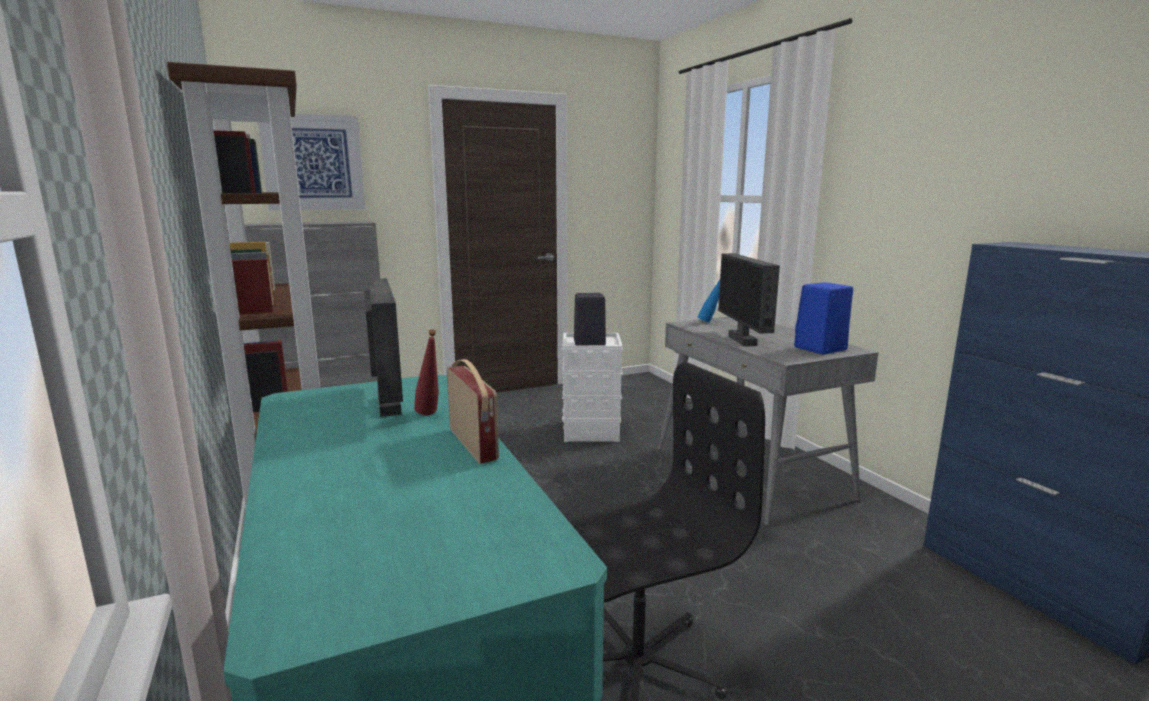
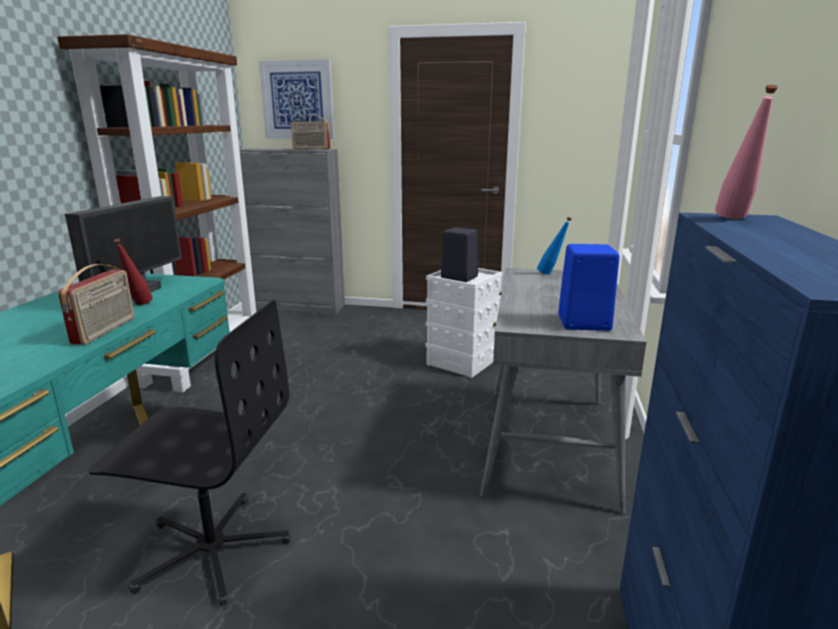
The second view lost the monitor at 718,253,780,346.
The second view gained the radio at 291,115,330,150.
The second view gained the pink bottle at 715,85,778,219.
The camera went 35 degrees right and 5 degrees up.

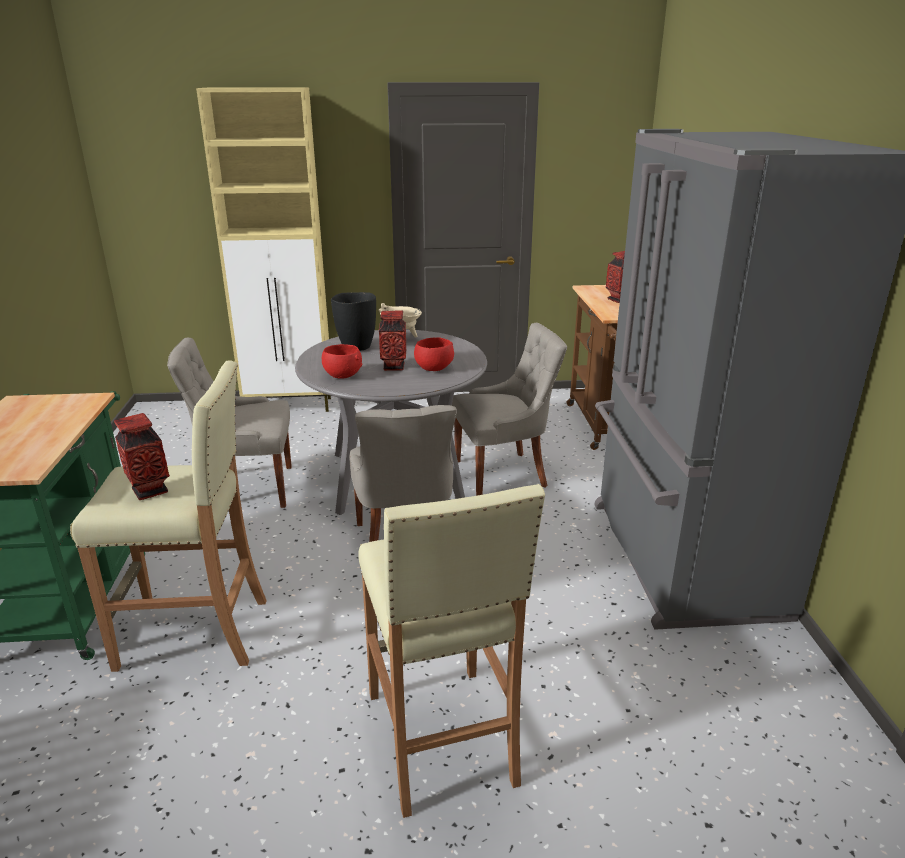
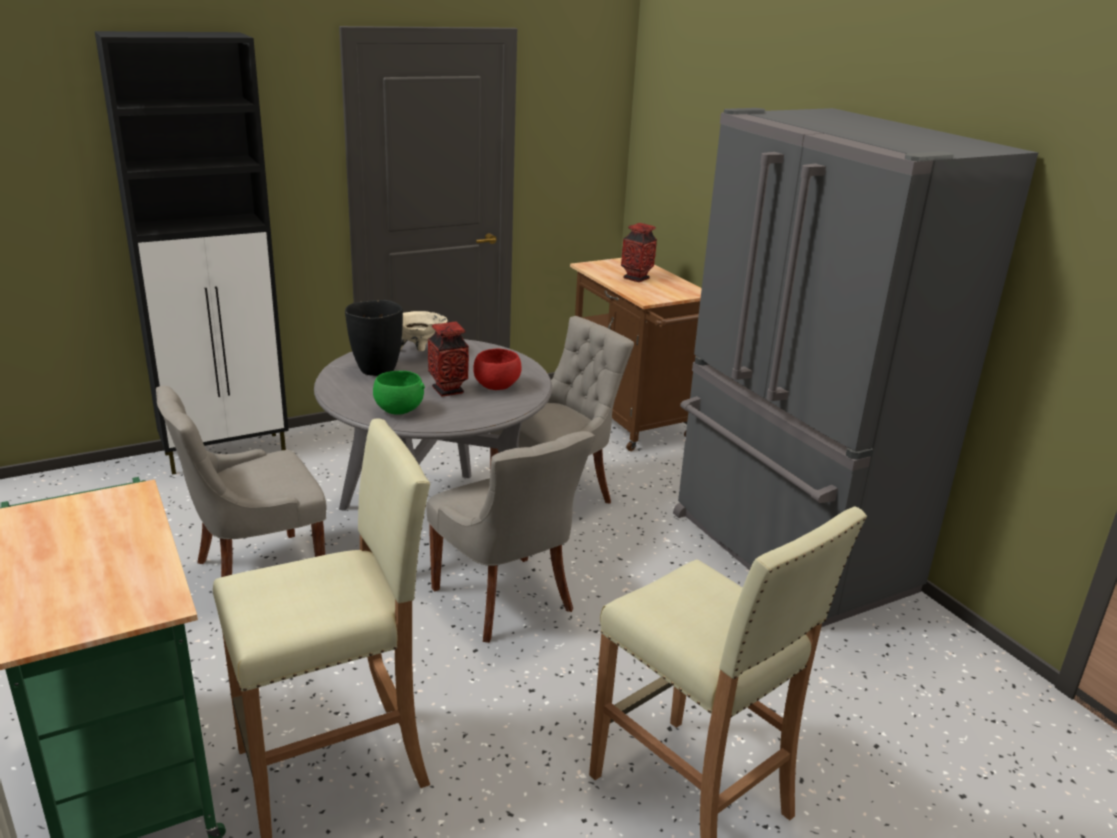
The second view lost the vase at 114,413,170,500.
What was the beige cabinet at 196,87,331,412 turned into the black cabinet at 95,31,289,475.
What was the red bowl at 322,344,362,379 turned into the green bowl at 373,371,425,415.
The camera went 25 degrees left and 0 degrees up.

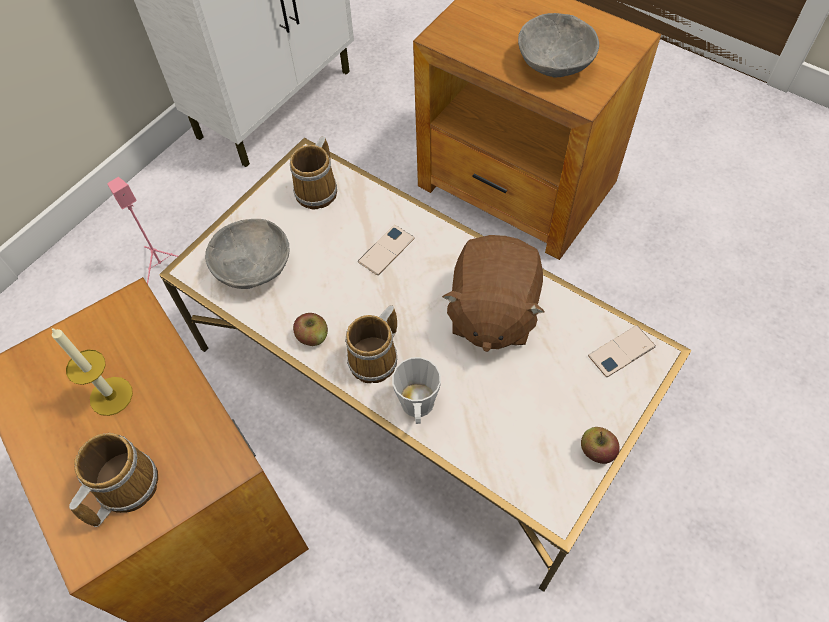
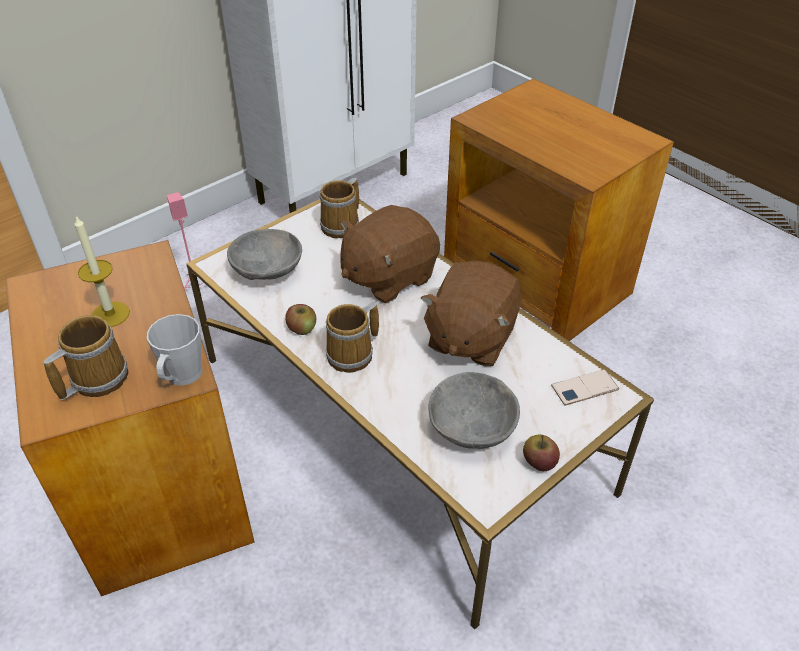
The grey mug ended up elsewhere, having gone from 392,357,441,424 to 147,314,202,385.
The grey bowl ended up elsewhere, having gone from 518,13,599,78 to 429,372,520,449.
Where the phone stood at 358,225,415,275, the brown plush toy came to stand at 340,205,440,303.
The camera went 10 degrees right and 15 degrees down.

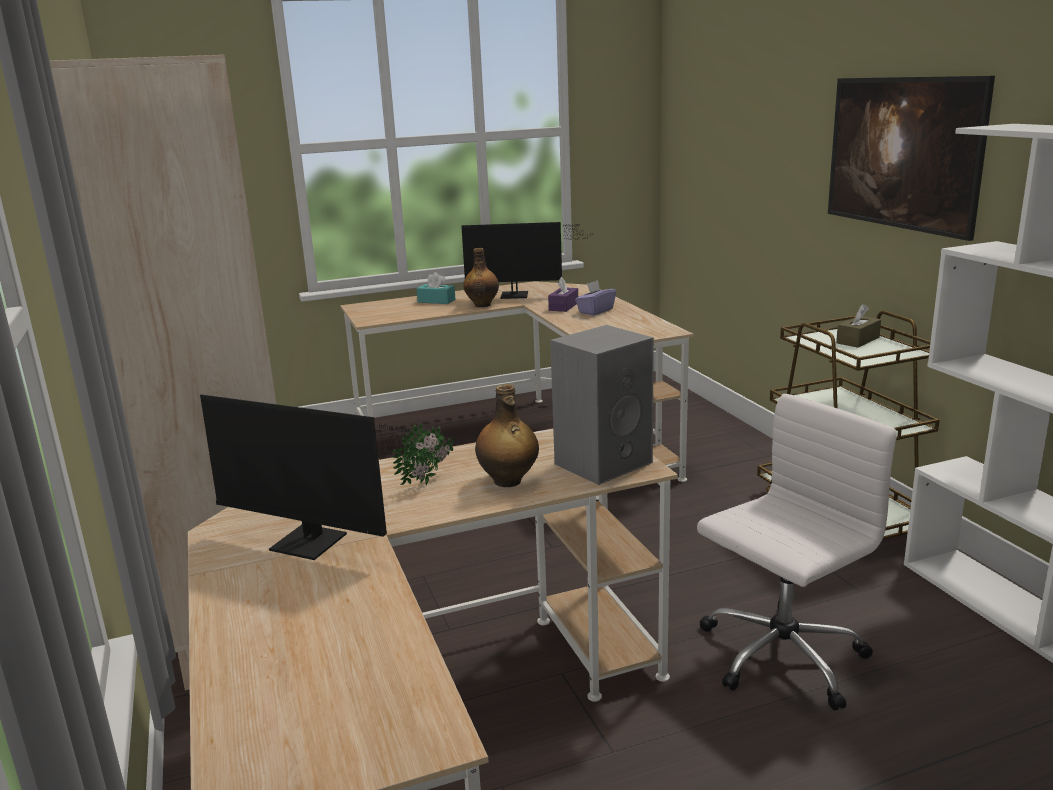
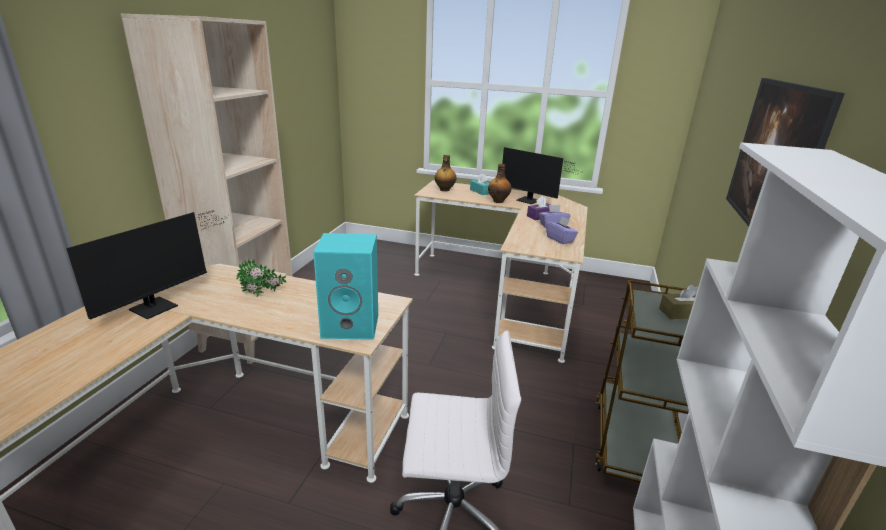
The second view gained the purple tissue box at 546,216,578,244.
The bottle ended up elsewhere, having gone from 475,384,539,487 to 435,155,457,192.
What was the grey speaker at 550,325,654,485 turned into the turquoise speaker at 313,233,378,340.
The monitor at 200,395,439,560 ended up facing another way, 120 degrees counterclockwise from before.
The camera went 35 degrees right and 5 degrees up.

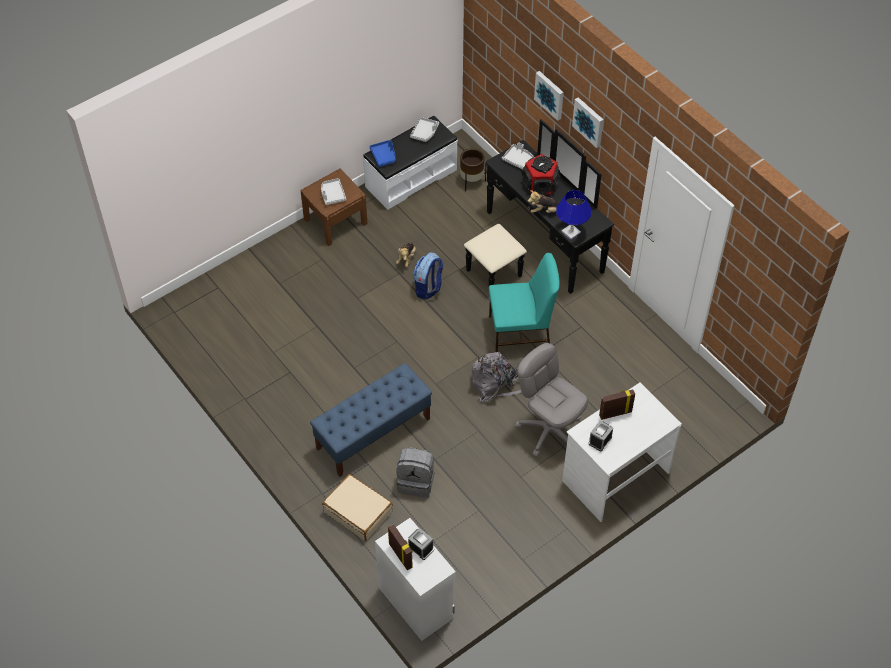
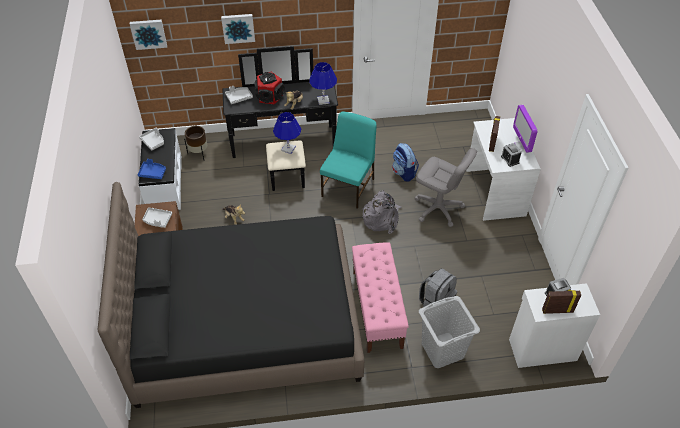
The second view gained the black bed at 98,182,364,408.
The second view gained the blue table lamp at 273,112,301,154.
The second view gained the monitor at 513,105,537,153.
The backpack ended up elsewhere, having gone from 413,252,444,299 to 392,143,419,182.
The picture ended up elsewhere, having gone from 572,97,604,148 to 130,19,167,50.
Where the beige suitcase stood at 322,474,393,541, the grey laundry basket came to stand at 419,296,480,368.
What was the blue bench at 310,363,432,477 turned into the pink bench at 352,242,409,353.
The grey office chair at 515,343,588,457 ended up facing another way, 135 degrees counterclockwise from before.
The camera went 60 degrees left and 5 degrees down.

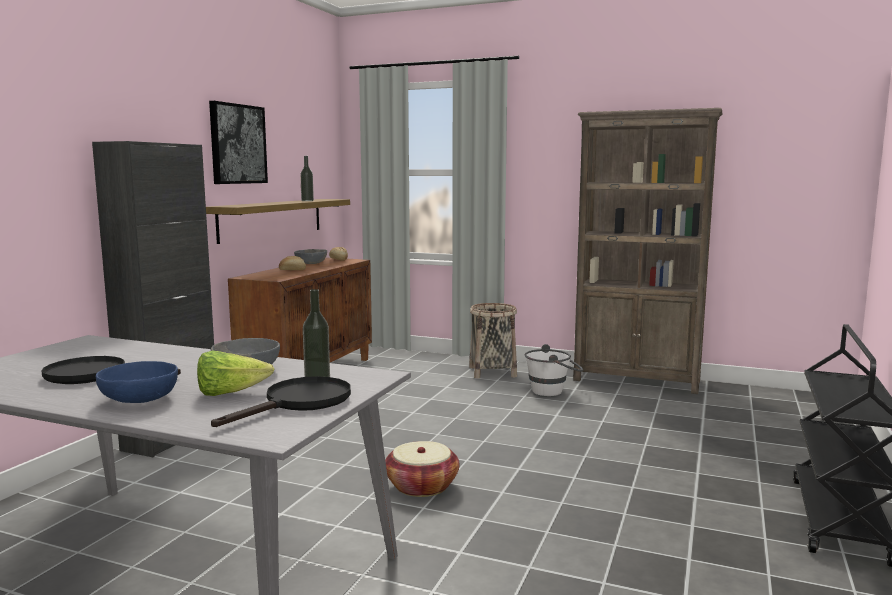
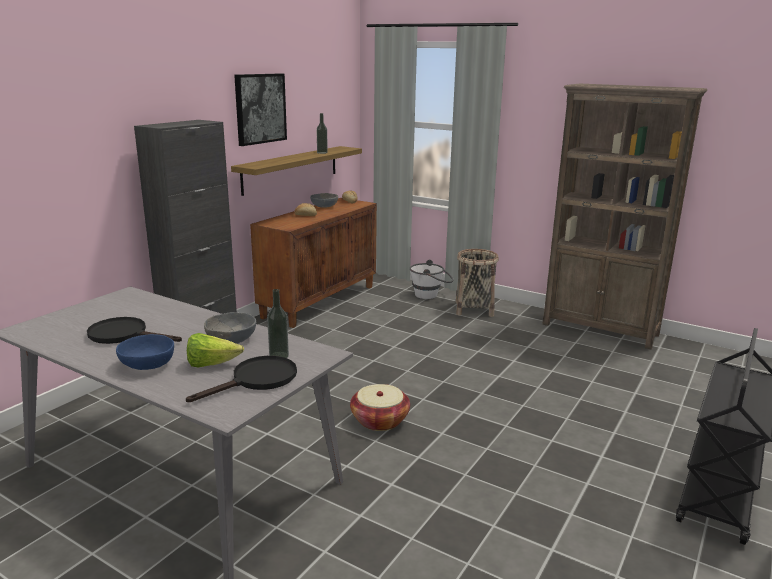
The white bucket ended up elsewhere, having gone from 525,344,583,396 to 410,260,453,299.
The camera went 10 degrees right and 10 degrees up.

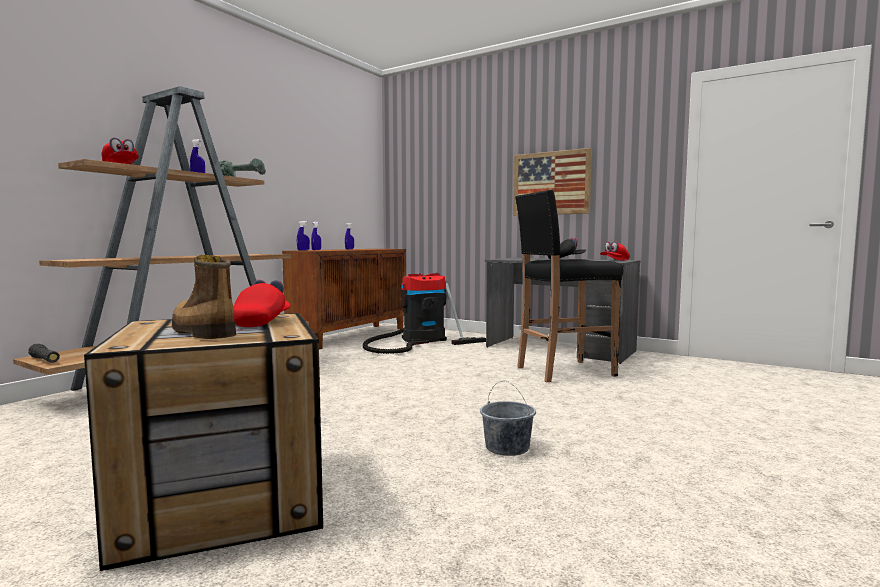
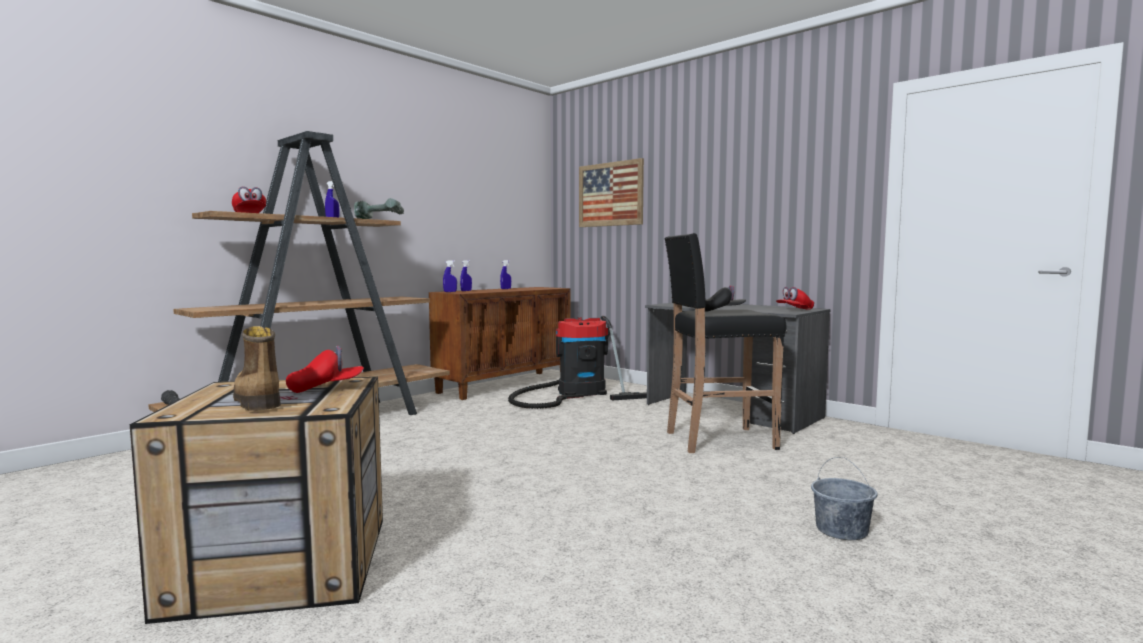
The grey bucket ended up elsewhere, having gone from 480,381,536,456 to 811,457,878,540.
The picture ended up elsewhere, having gone from 513,148,592,216 to 579,158,644,227.
The red cap at 234,280,291,327 ended up facing another way, 45 degrees clockwise from before.
The camera went 10 degrees right and 0 degrees up.

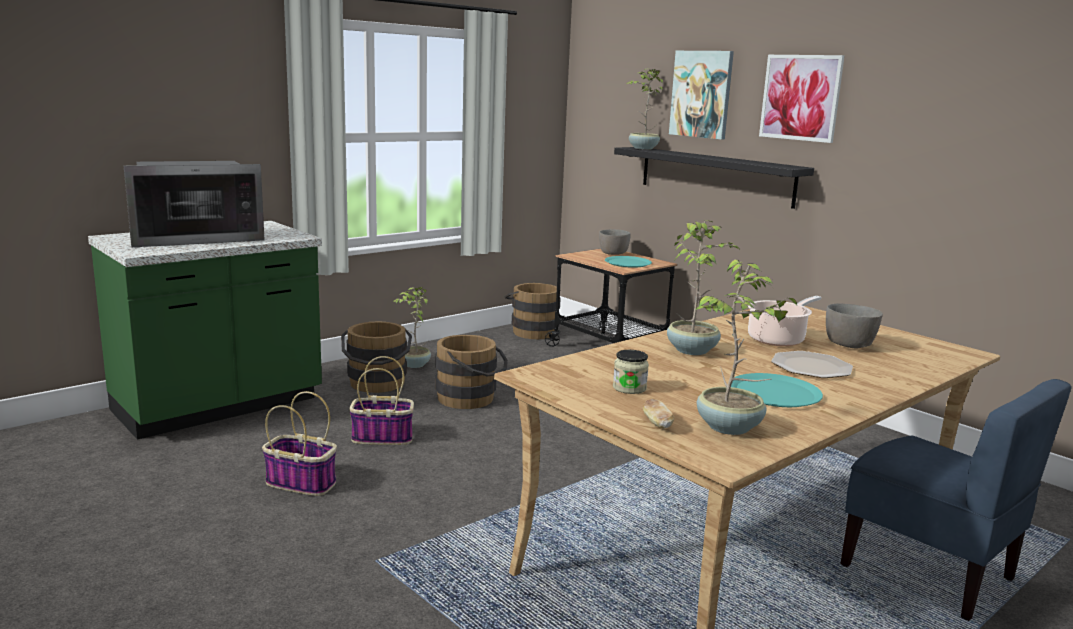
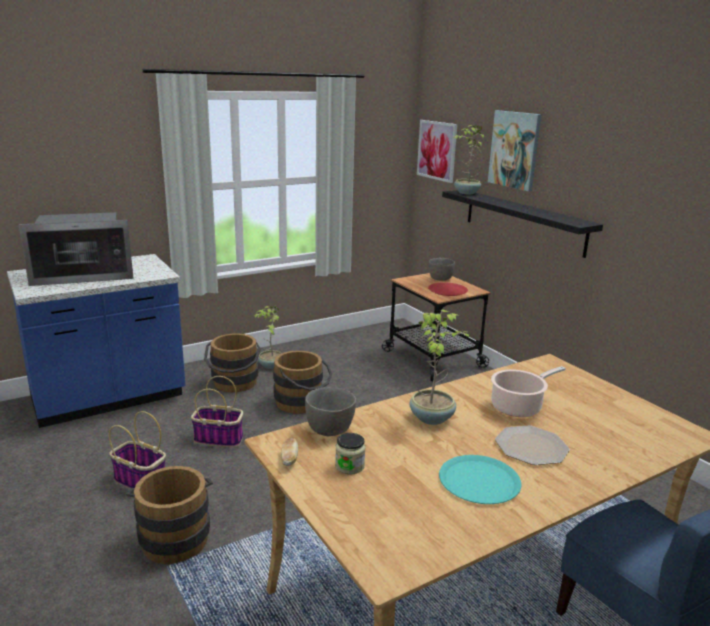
The second view lost the potted plant at 696,260,797,435.
The brown bucket ended up elsewhere, having gone from 504,283,561,339 to 126,466,213,564.
The bread ended up elsewhere, having gone from 643,399,674,429 to 281,438,298,466.
The picture ended up elsewhere, having gone from 759,55,845,143 to 417,120,458,183.
The grey bowl ended up elsewhere, having gone from 826,304,883,348 to 305,387,356,436.
What was the green counter at 88,221,322,440 turned into the blue counter at 7,254,186,428.
What was the turquoise plate at 605,256,652,268 turned into the red plate at 428,282,468,296.
The camera went 10 degrees right and 5 degrees up.

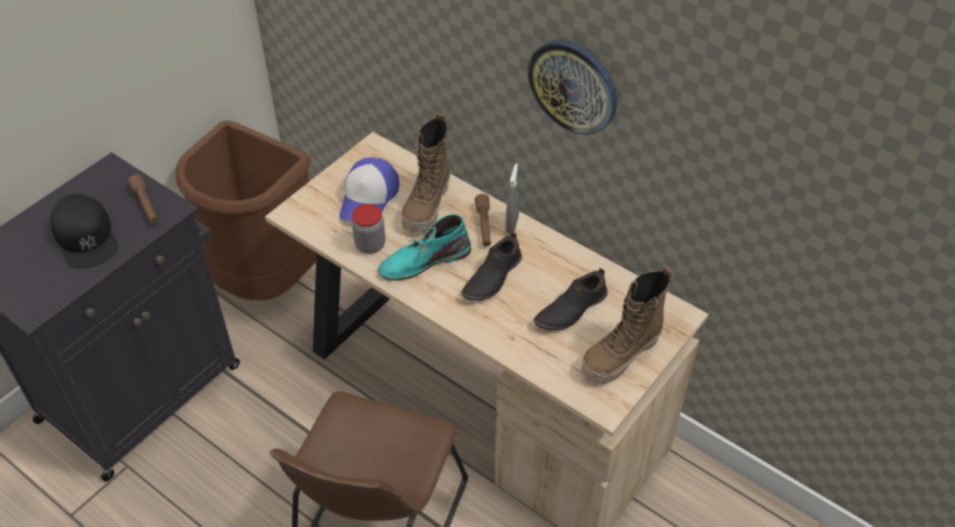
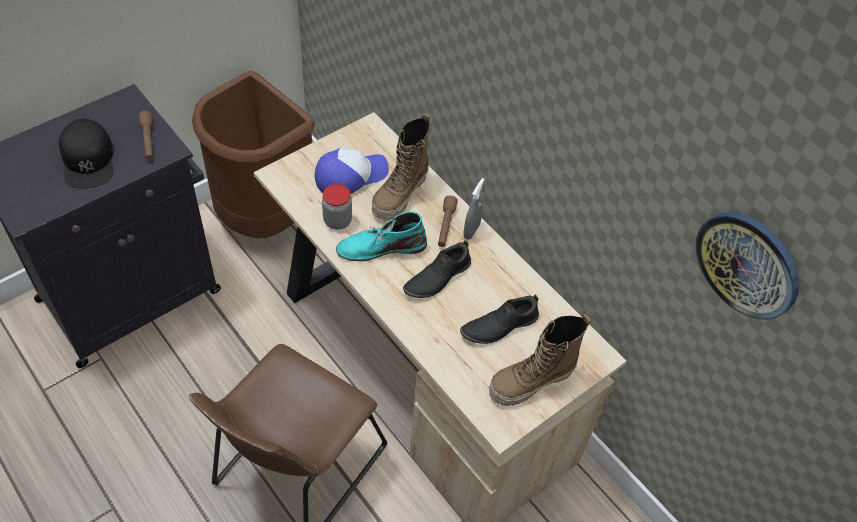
The wall clock ended up elsewhere, having gone from 528,40,617,135 to 695,212,799,320.
The cap at 339,157,399,221 ended up facing another way, 150 degrees counterclockwise from before.
The camera went 10 degrees right and 5 degrees up.

